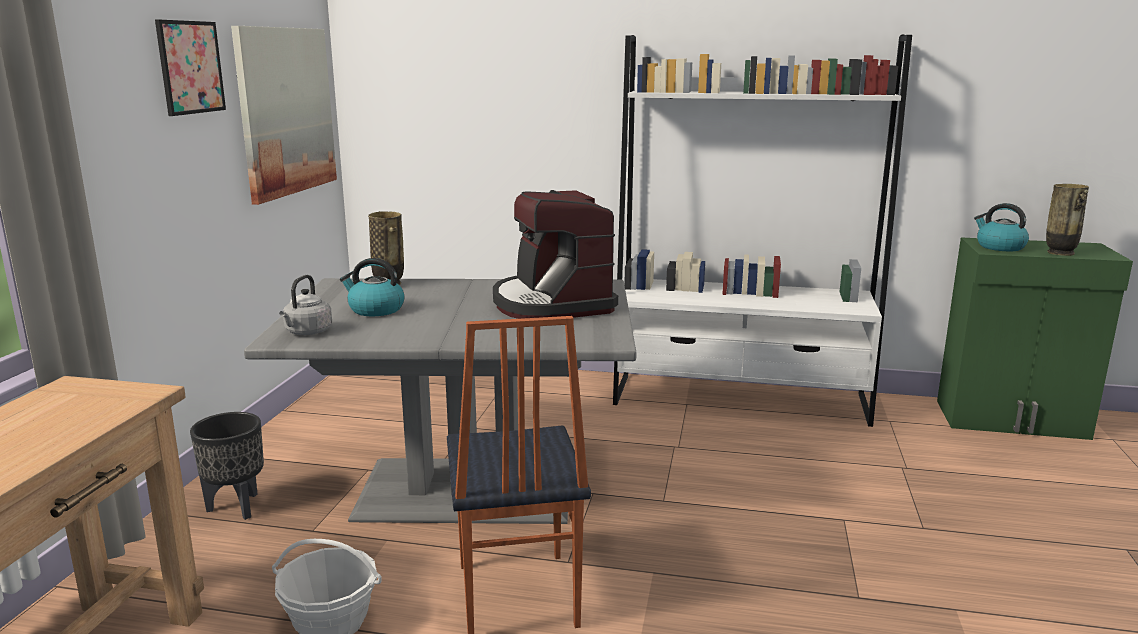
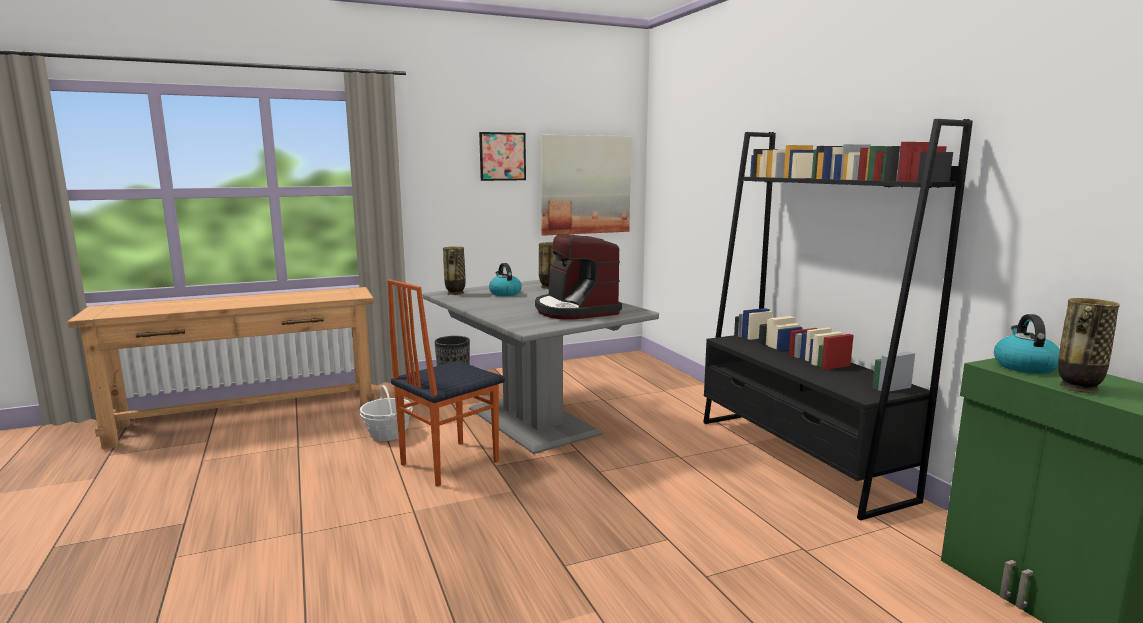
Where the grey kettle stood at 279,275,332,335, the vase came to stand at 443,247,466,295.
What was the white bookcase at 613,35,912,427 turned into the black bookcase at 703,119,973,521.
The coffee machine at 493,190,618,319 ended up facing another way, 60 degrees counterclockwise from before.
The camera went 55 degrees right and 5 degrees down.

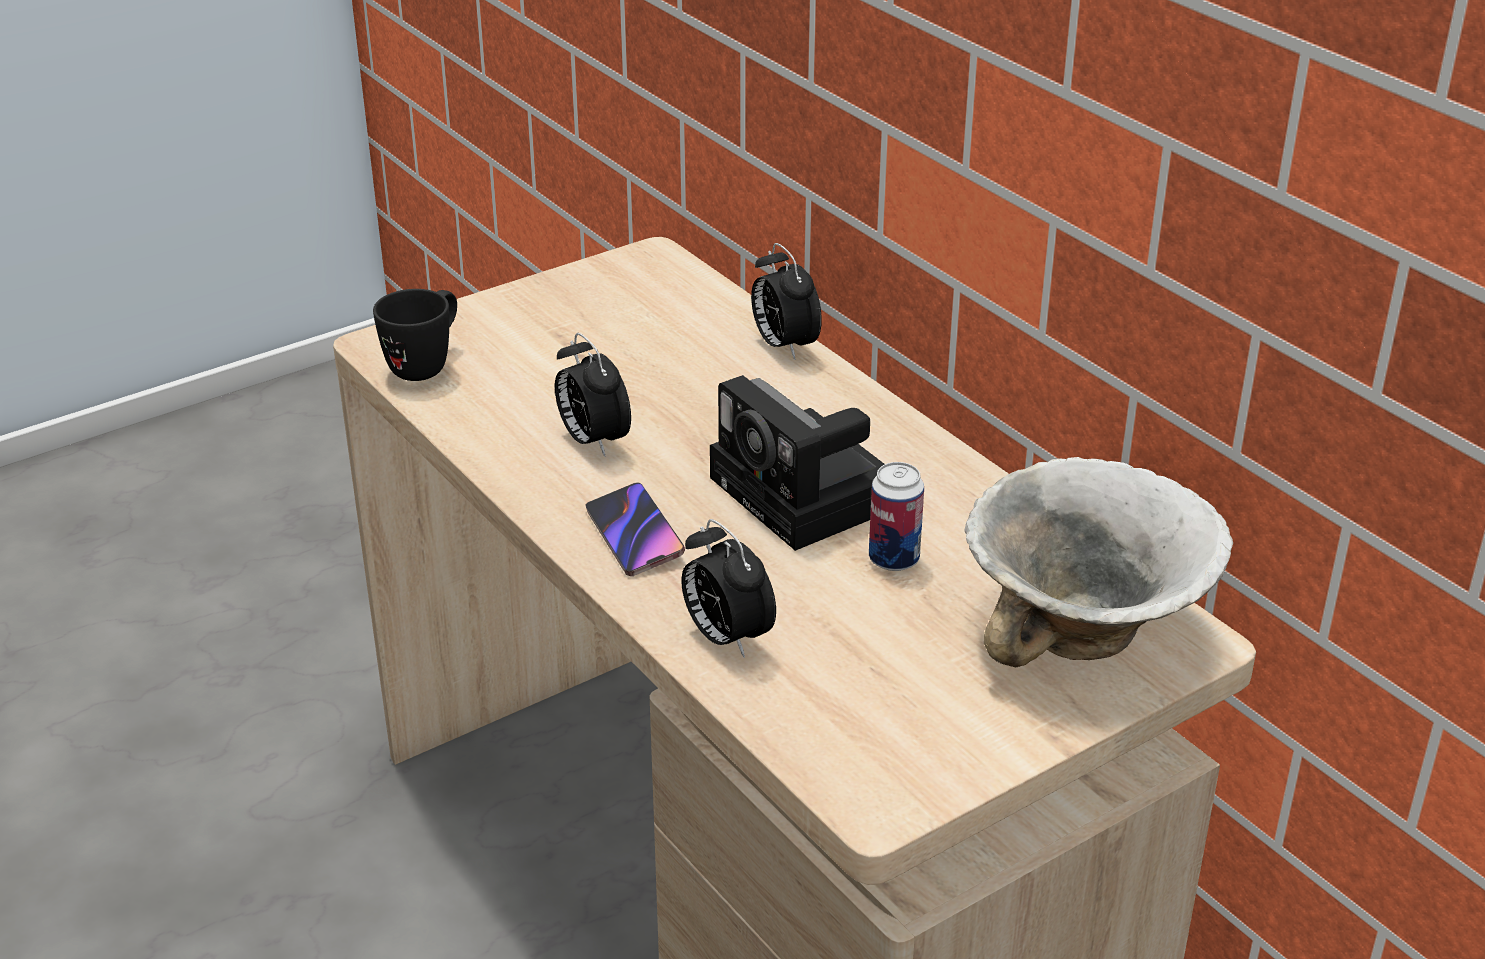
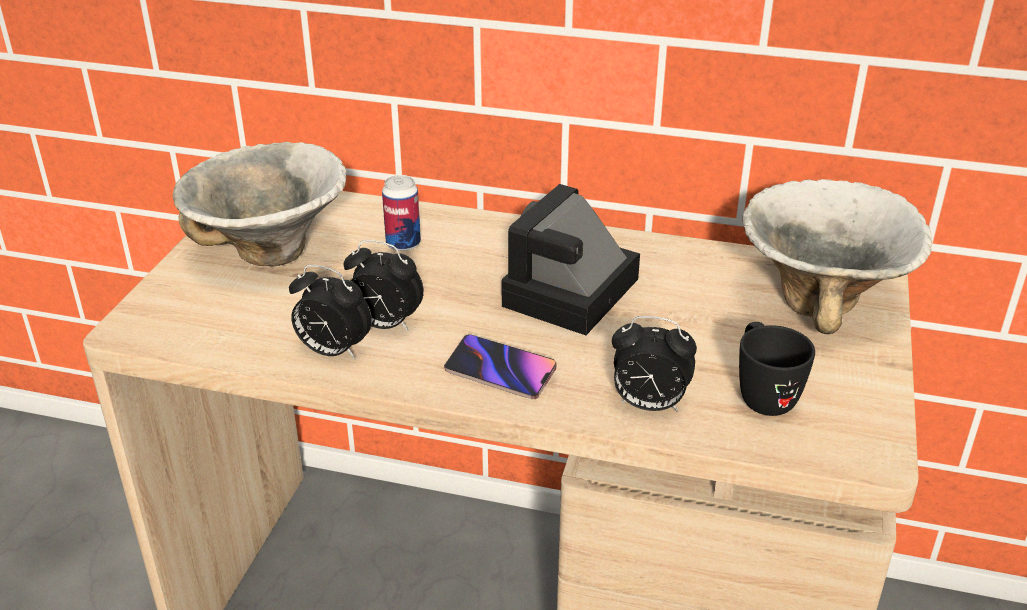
The second view gained the bowl at 172,142,346,266.
The black mug ended up elsewhere, having gone from 373,289,457,381 to 739,322,815,416.
The alarm clock ended up elsewhere, having gone from 751,243,822,360 to 289,264,372,360.
The can ended up elsewhere, having gone from 869,462,924,571 to 382,175,421,251.
The photo camera at 710,375,884,551 ended up facing another way, 105 degrees clockwise from before.
The camera went 40 degrees left and 0 degrees up.

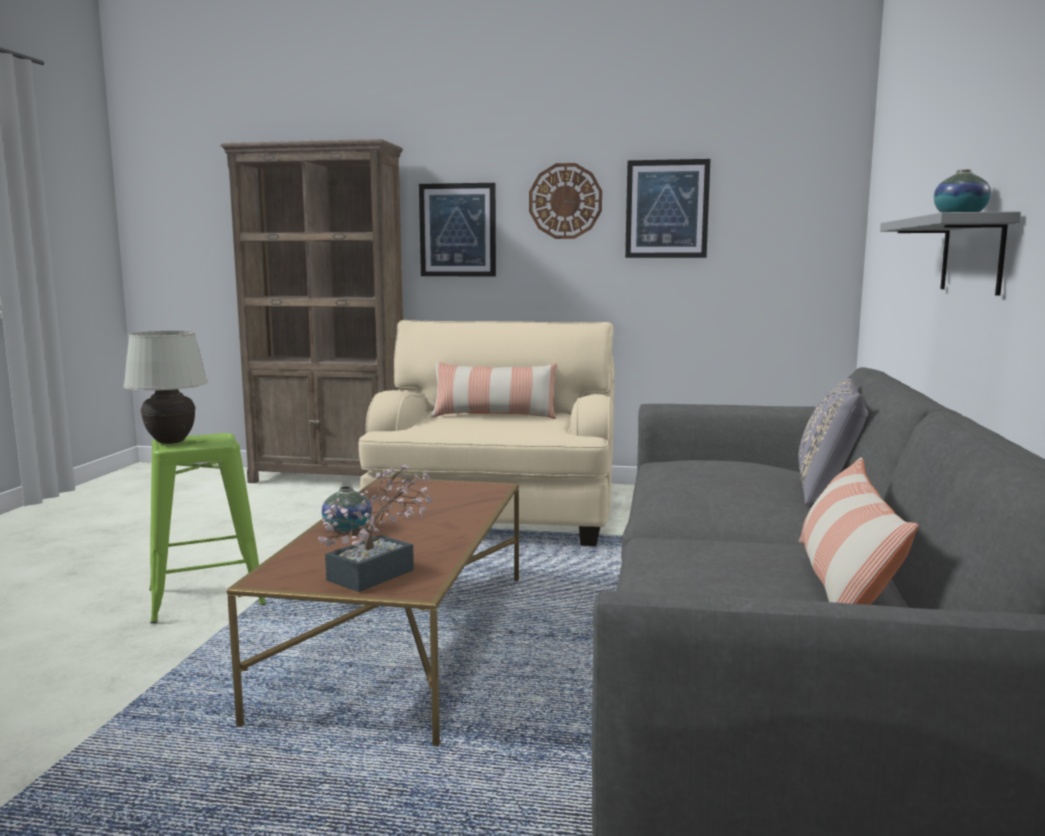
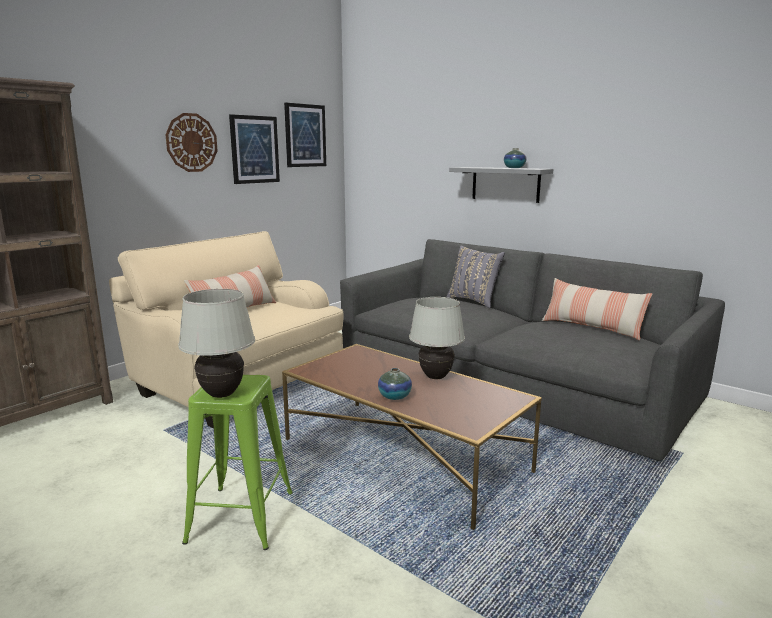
The second view lost the potted plant at 318,465,434,592.
The second view gained the white table lamp at 409,297,465,379.
The picture ended up elsewhere, having gone from 419,183,496,277 to 284,103,326,167.
The camera went 60 degrees left and 5 degrees up.

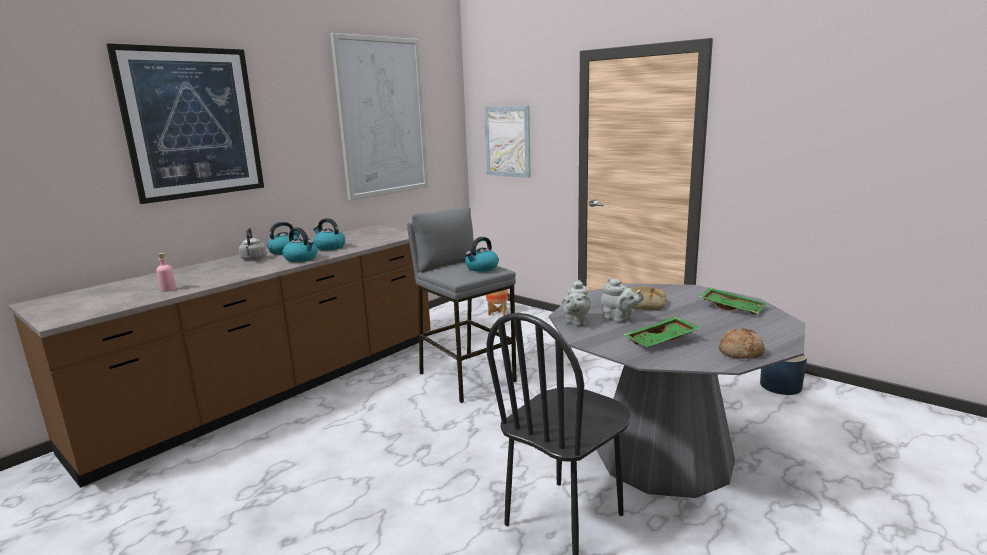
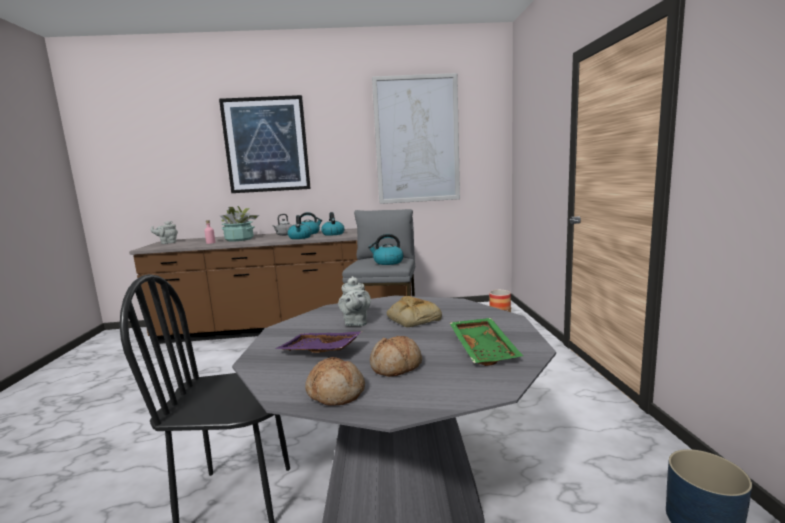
The second view lost the picture at 484,106,531,178.
The second view gained the potted plant at 220,206,259,242.
The second view gained the bread at 370,336,422,377.
The grey teapot ended up elsewhere, having gone from 561,280,591,326 to 151,221,178,244.
What was the green tray at 624,316,700,347 turned into the purple tray at 275,331,363,353.
The camera went 45 degrees right and 5 degrees down.

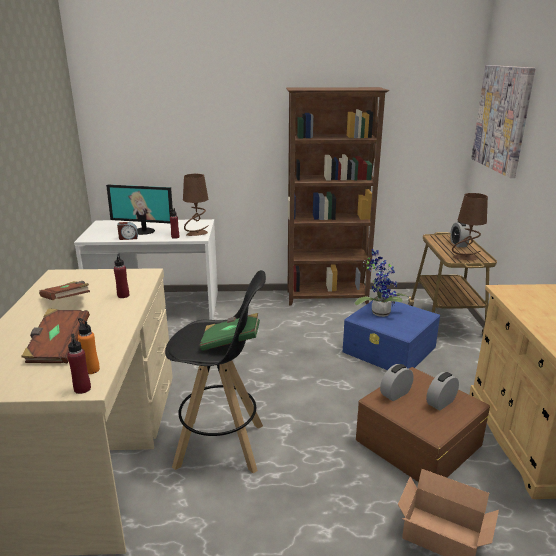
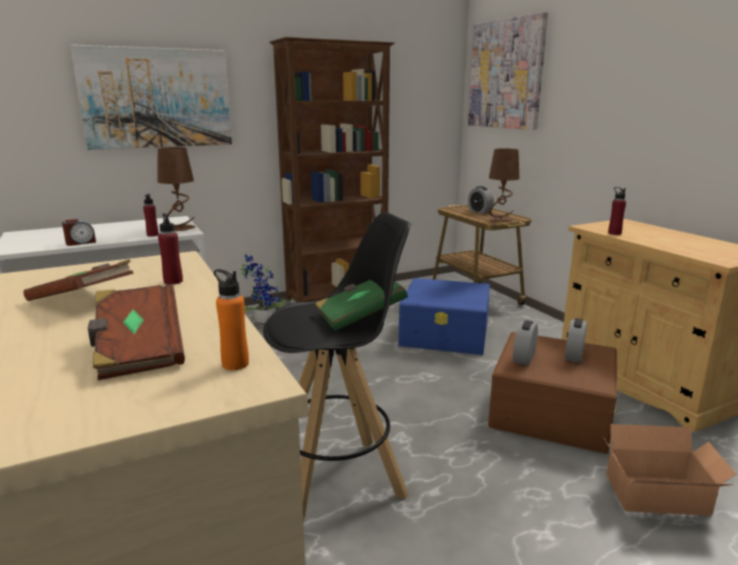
The second view lost the monitor at 106,185,173,235.
The second view gained the picture at 70,45,232,150.
The red bottle ended up elsewhere, having gone from 67,333,91,394 to 608,187,626,235.
The potted plant ended up elsewhere, having gone from 355,249,408,317 to 238,254,291,327.
The camera went 25 degrees left and 5 degrees down.

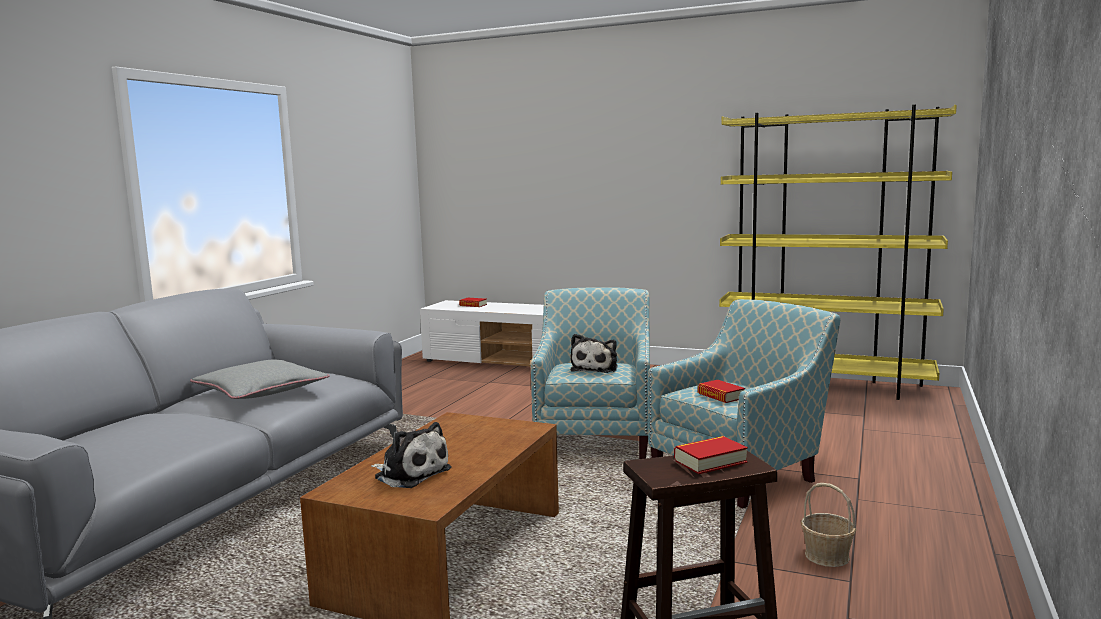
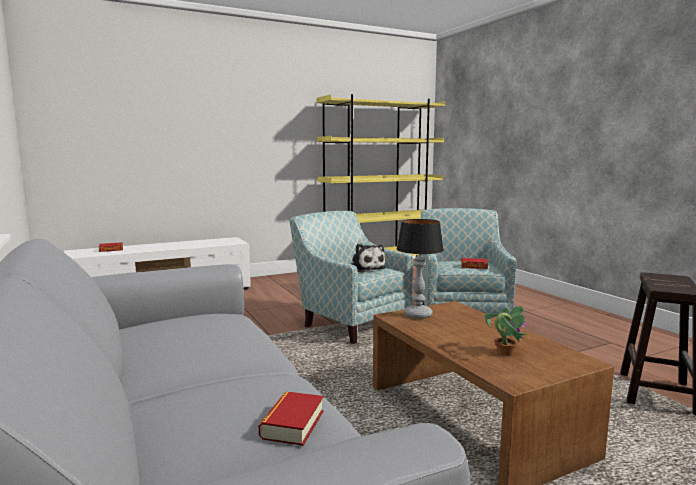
The second view lost the grey pillow at 190,360,330,399.
The second view lost the basket at 801,483,856,567.
The second view gained the table lamp at 397,219,444,319.
The book ended up elsewhere, having gone from 674,436,748,474 to 259,391,324,446.
Where the plush toy stood at 371,422,452,488, the potted plant came to stand at 485,306,527,355.
The camera went 50 degrees left and 0 degrees up.

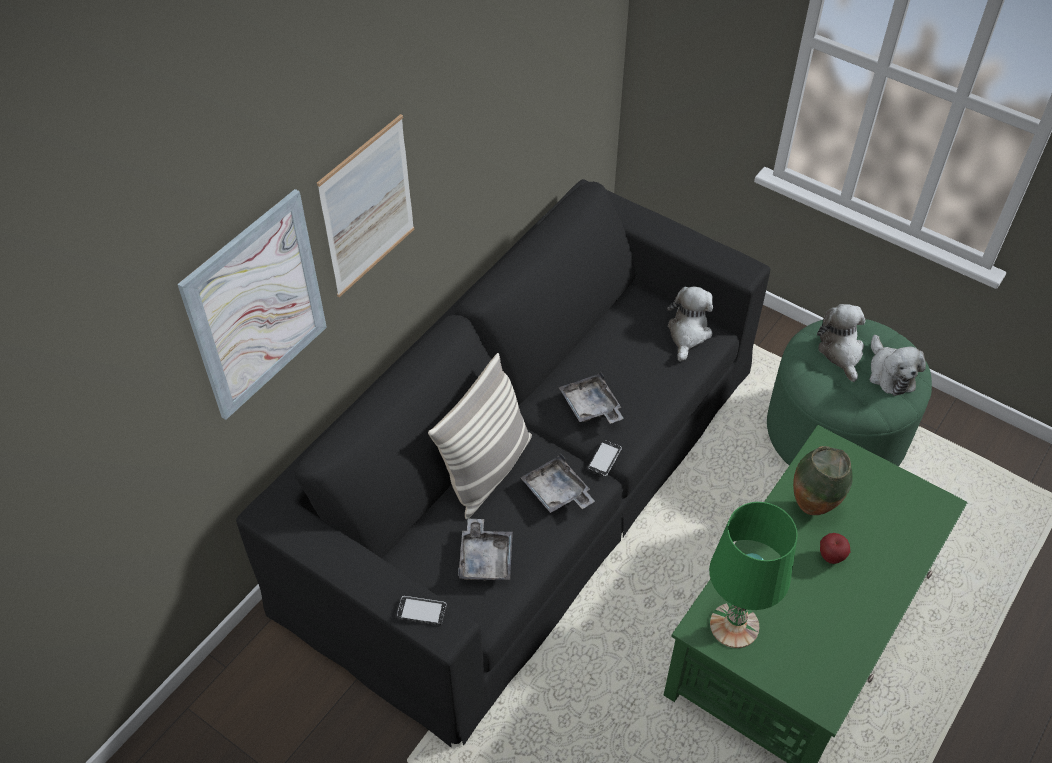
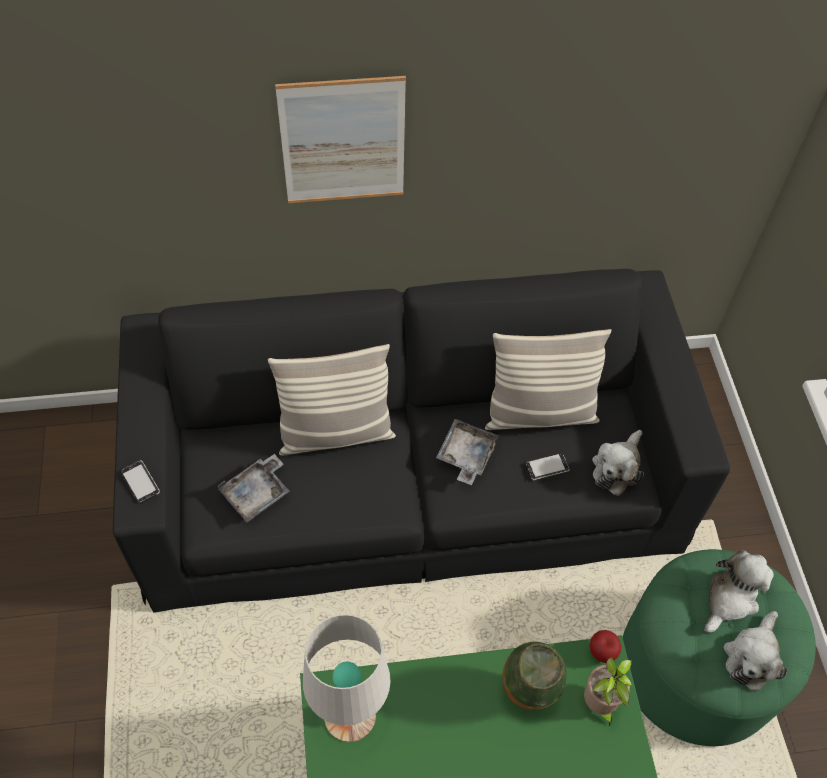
The second view lost the picture at 177,189,327,420.
The second view lost the grey tray at 521,453,595,513.
The second view gained the pillow at 485,329,611,430.
The second view gained the potted plant at 584,657,632,727.
The phone ended up elsewhere, having gone from 588,440,622,476 to 525,453,569,480.
The apple ended up elsewhere, having gone from 820,533,850,564 to 590,630,621,663.
What was the green table lamp at 709,502,798,648 turned into the white table lamp at 303,614,390,742.
The plush toy at 667,286,713,362 ended up facing another way, 150 degrees clockwise from before.
The camera went 45 degrees right and 5 degrees up.

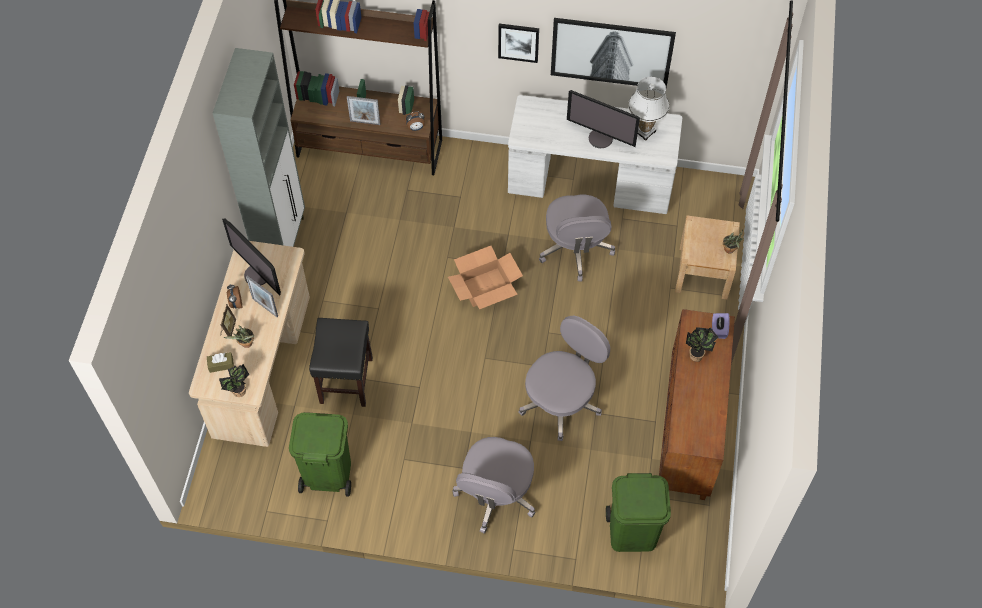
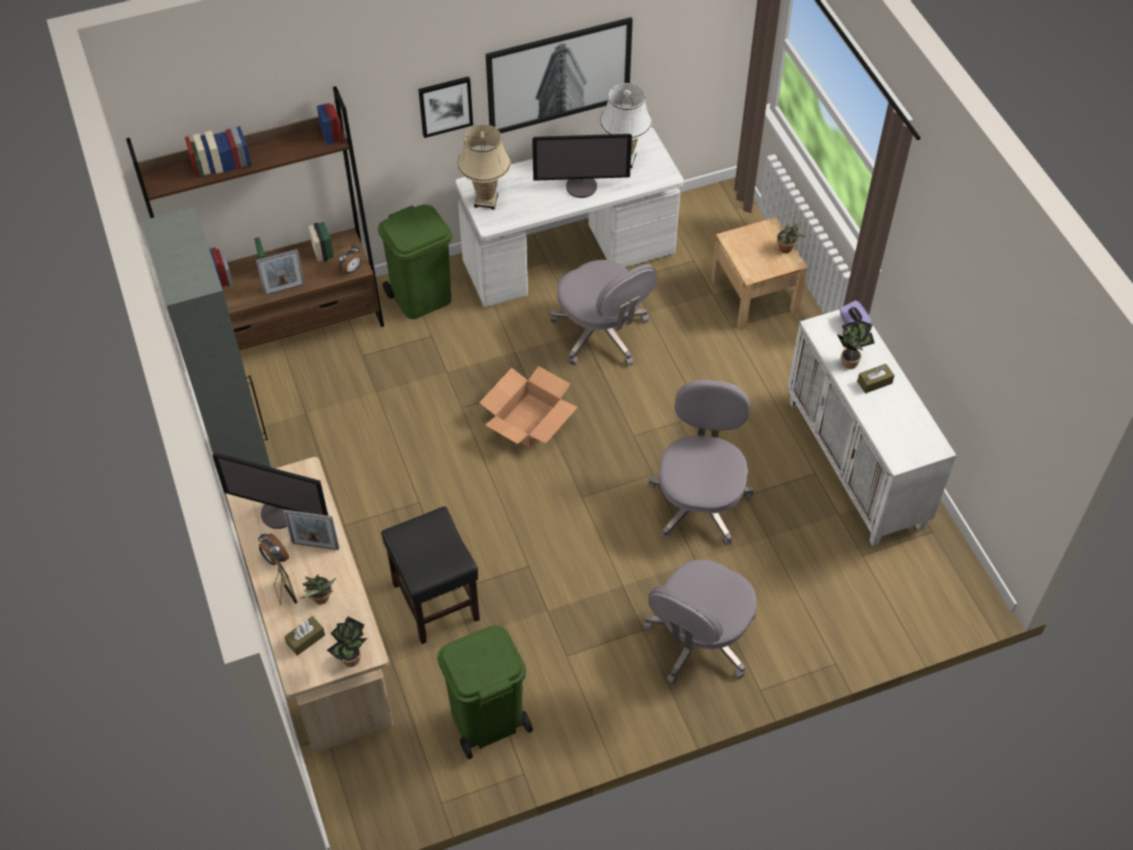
The second view gained the beige table lamp at 457,124,511,210.
The second view gained the brown tissue box at 857,364,895,393.
The green trash can ended up elsewhere, having gone from 606,473,671,552 to 378,205,452,319.
What was the brown cabinet at 659,309,735,500 turned into the white cabinet at 787,310,956,546.
The grey office chair at 453,437,536,533 ended up facing another way, 45 degrees clockwise from before.
The camera went 30 degrees left and 5 degrees down.

